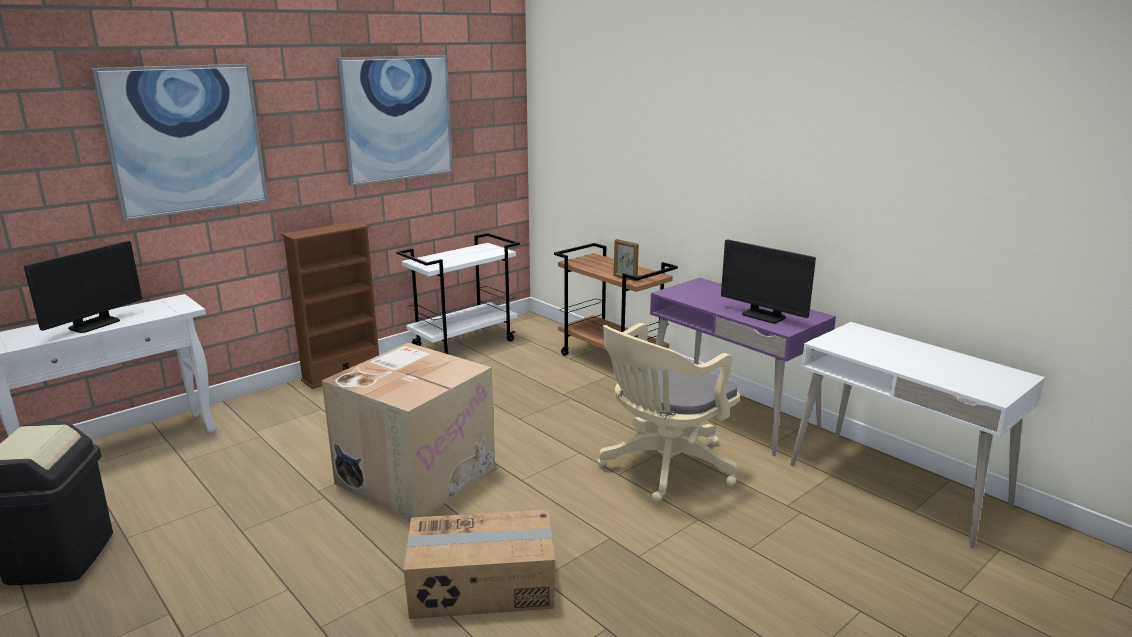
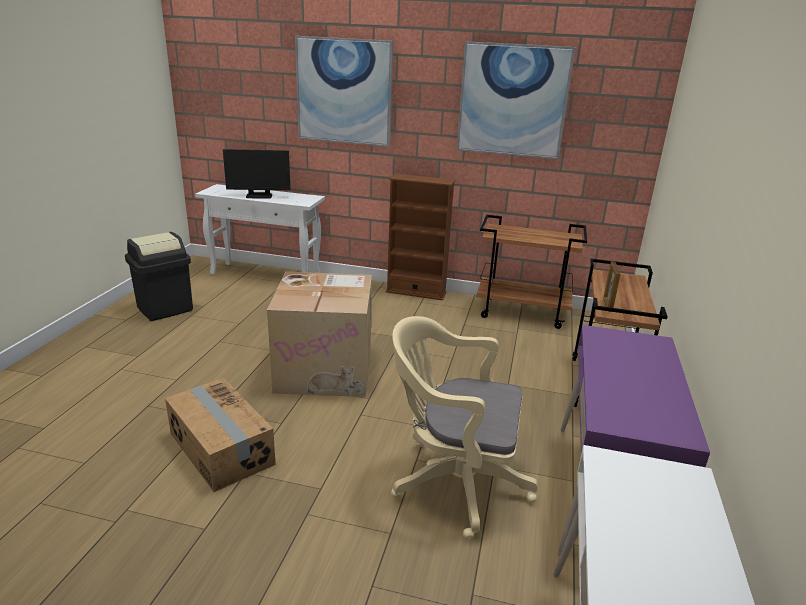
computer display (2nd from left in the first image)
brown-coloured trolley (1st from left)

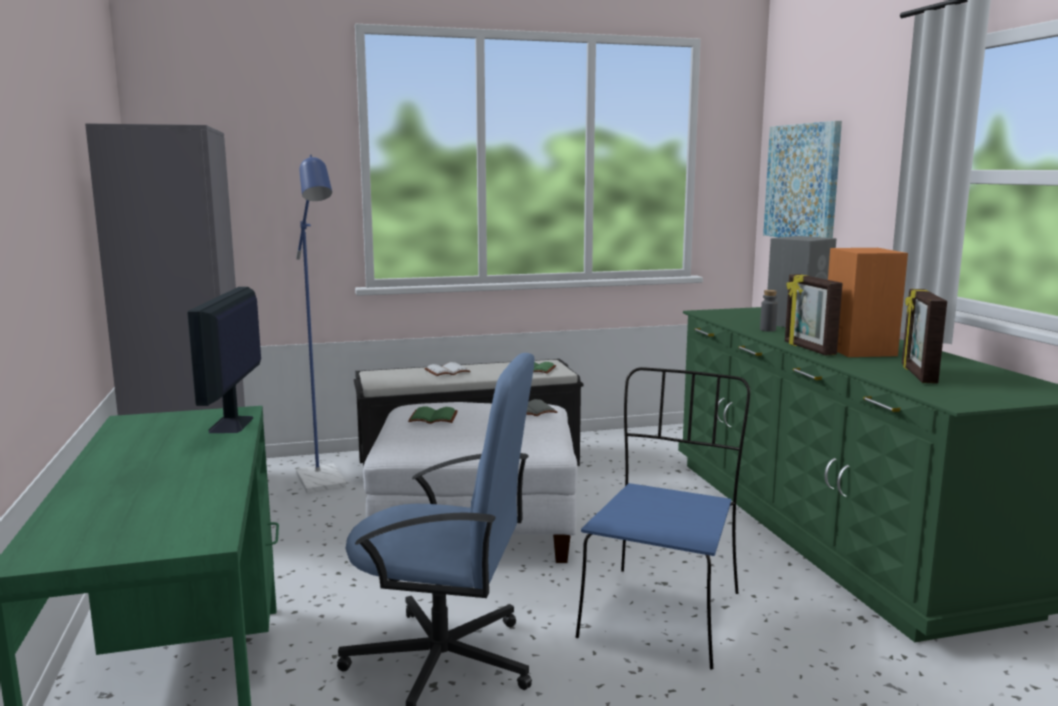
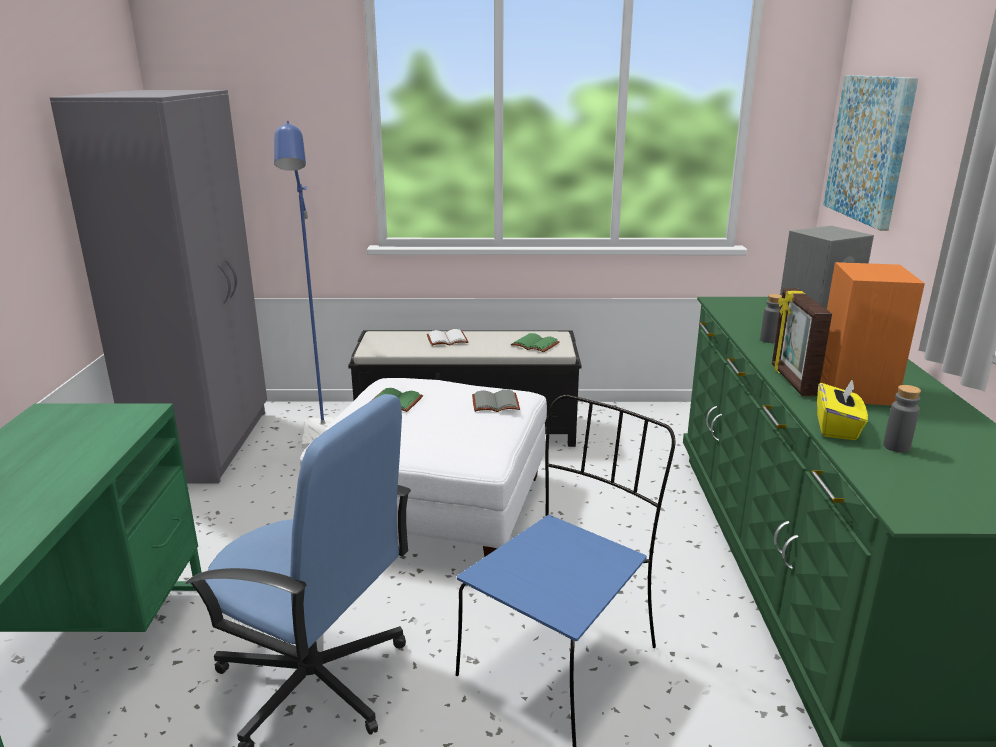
computer display
yellowish box of tissues
gray bottle (2nd from left)

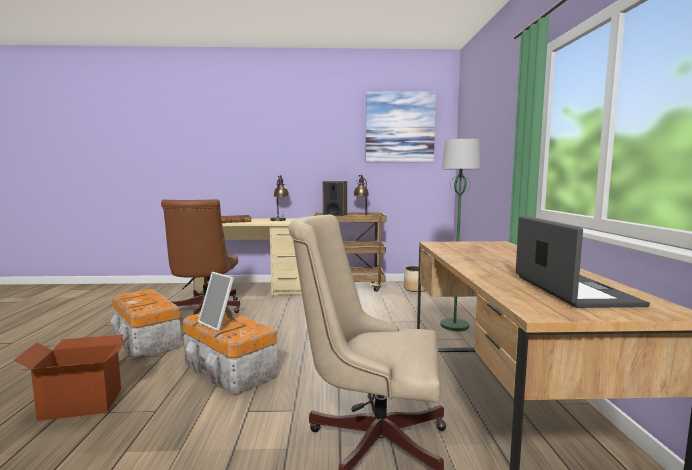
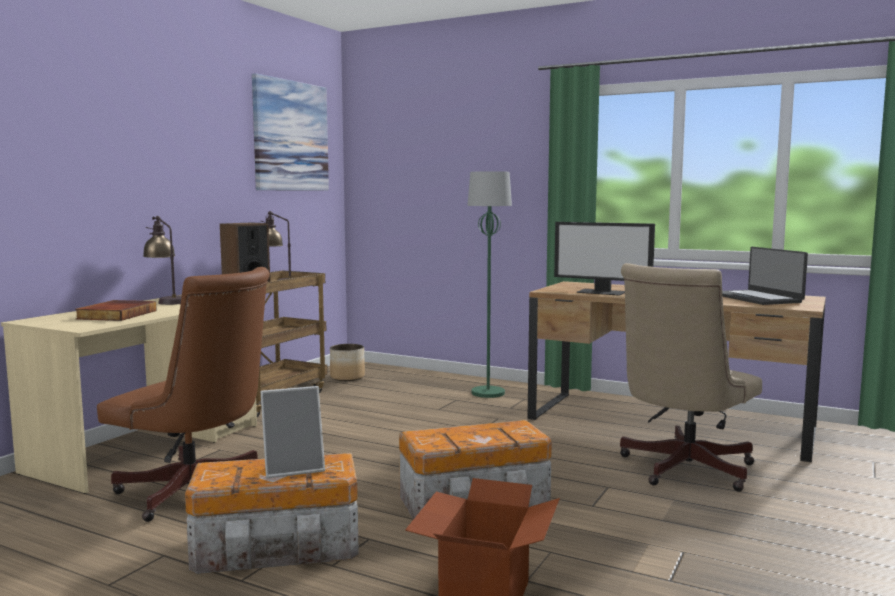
computer display
photo frame
laptop

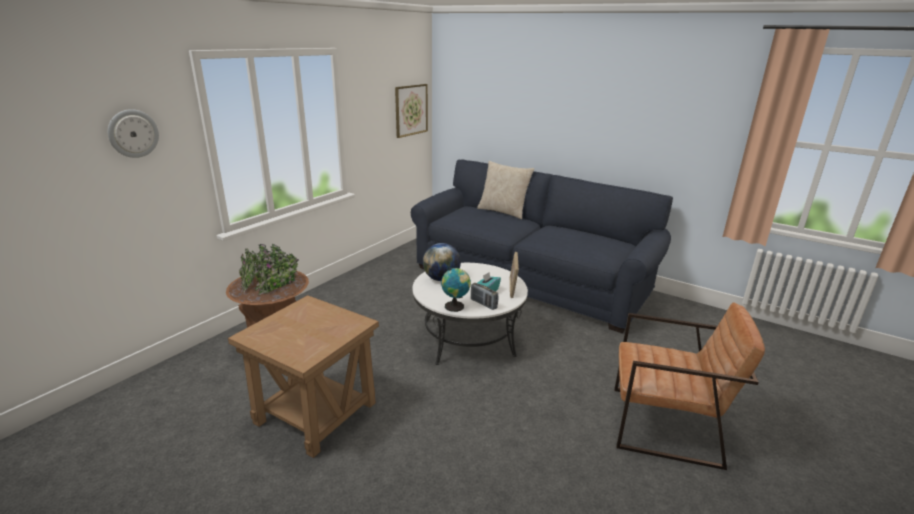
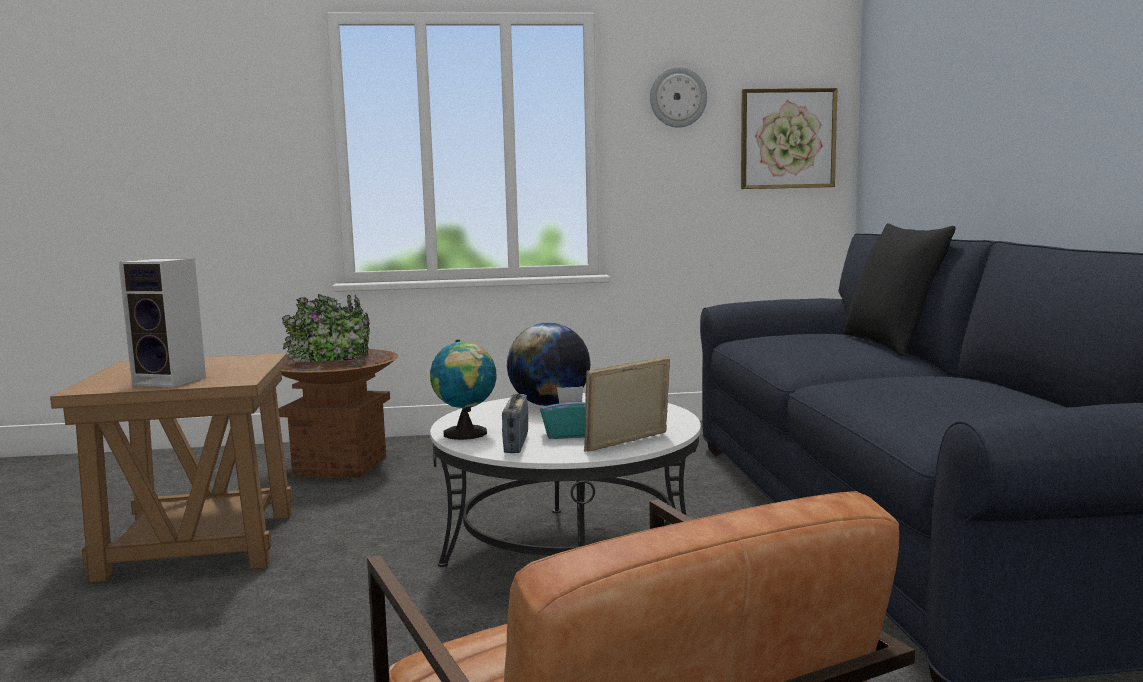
speaker
clock on the wall
black throw pillow

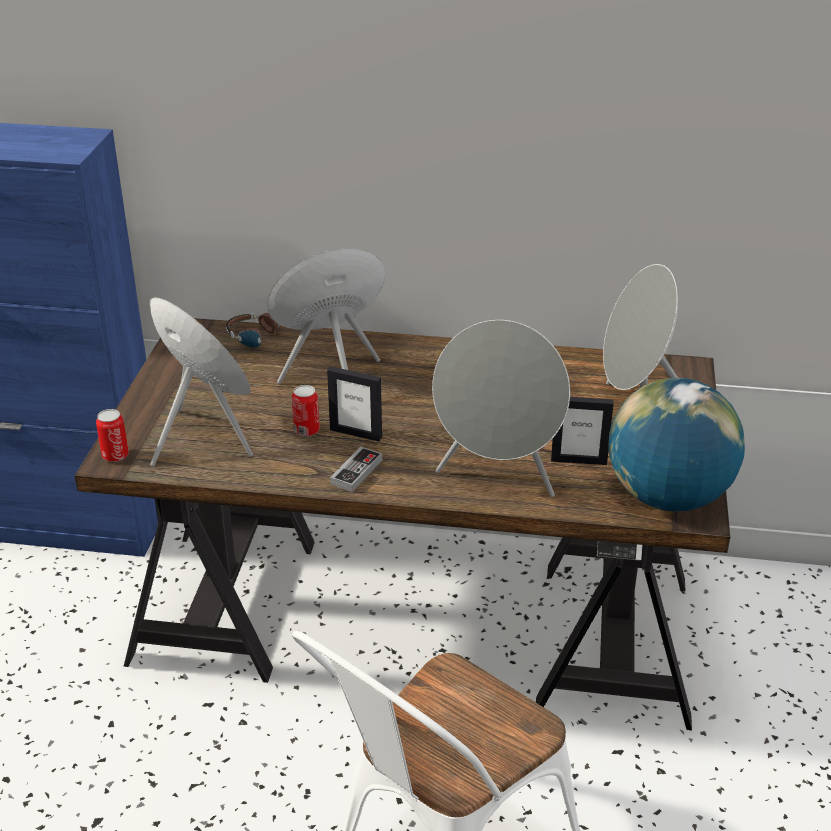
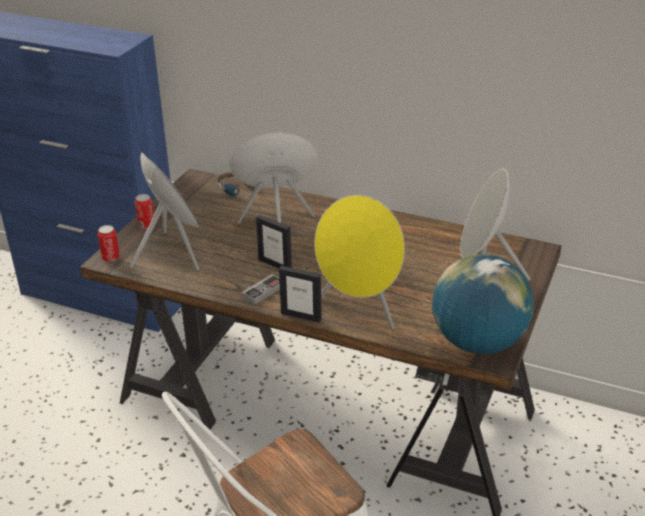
metal can (2nd from left)
photo frame (2nd from left)
yellowish speaker

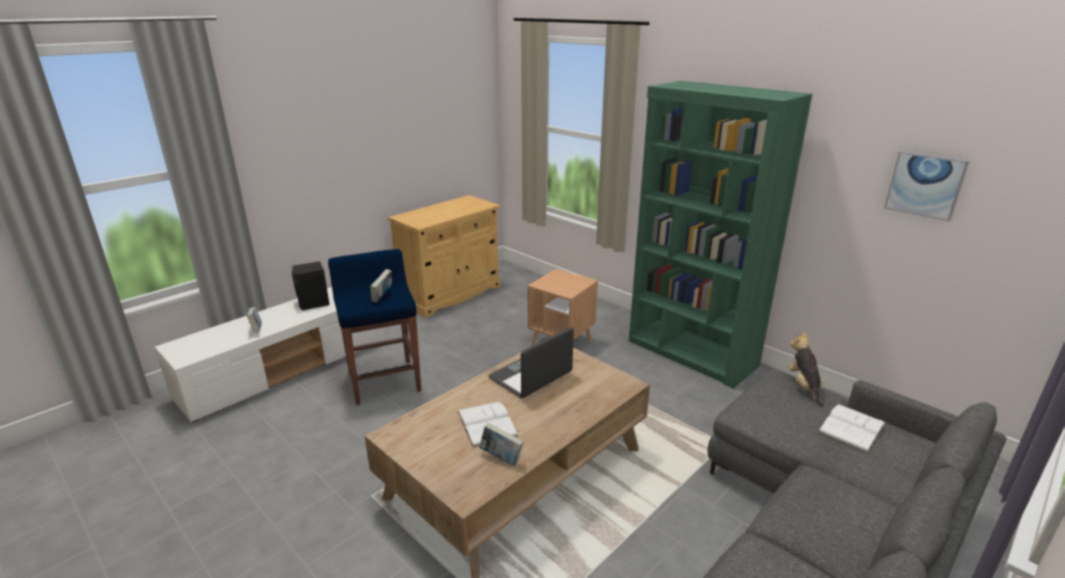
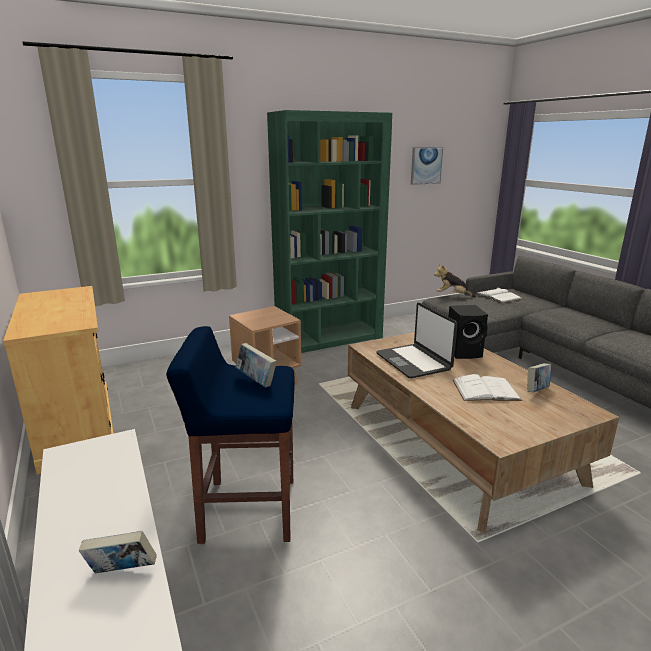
black speaker

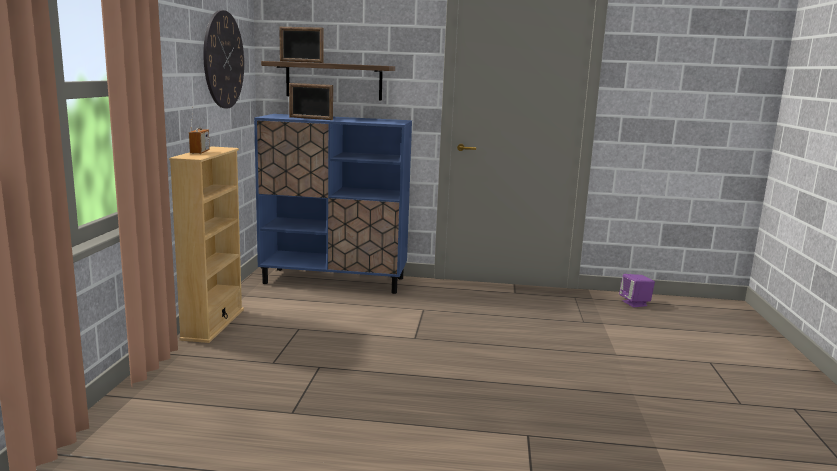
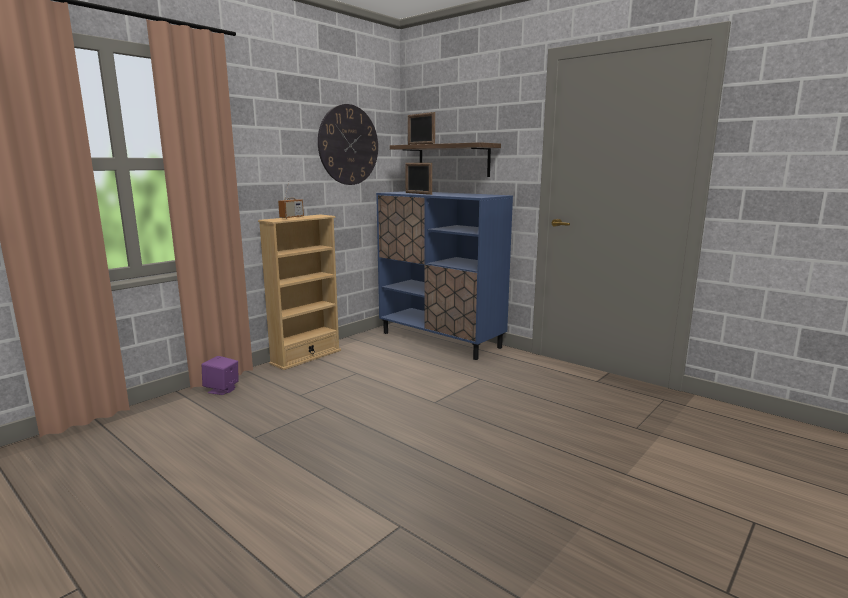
purple speaker

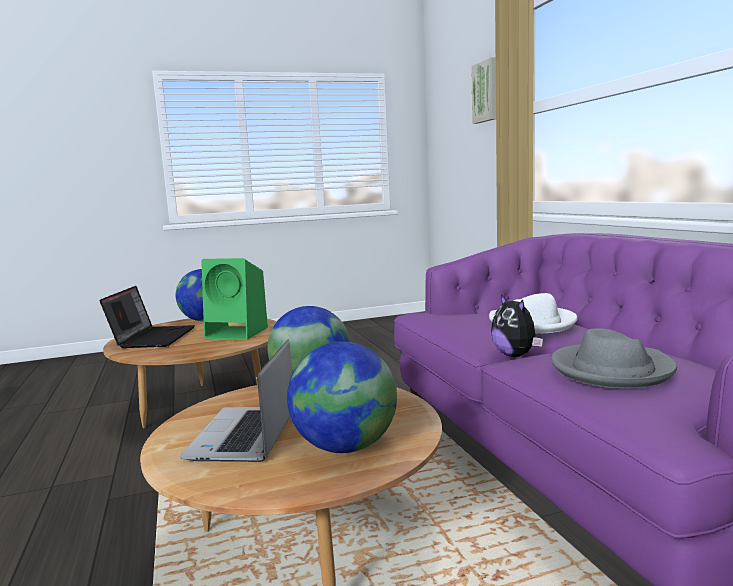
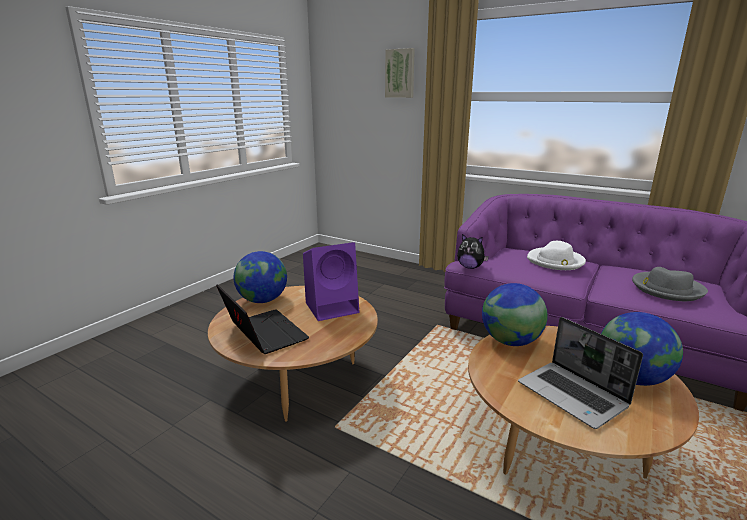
plush toy
purple speaker

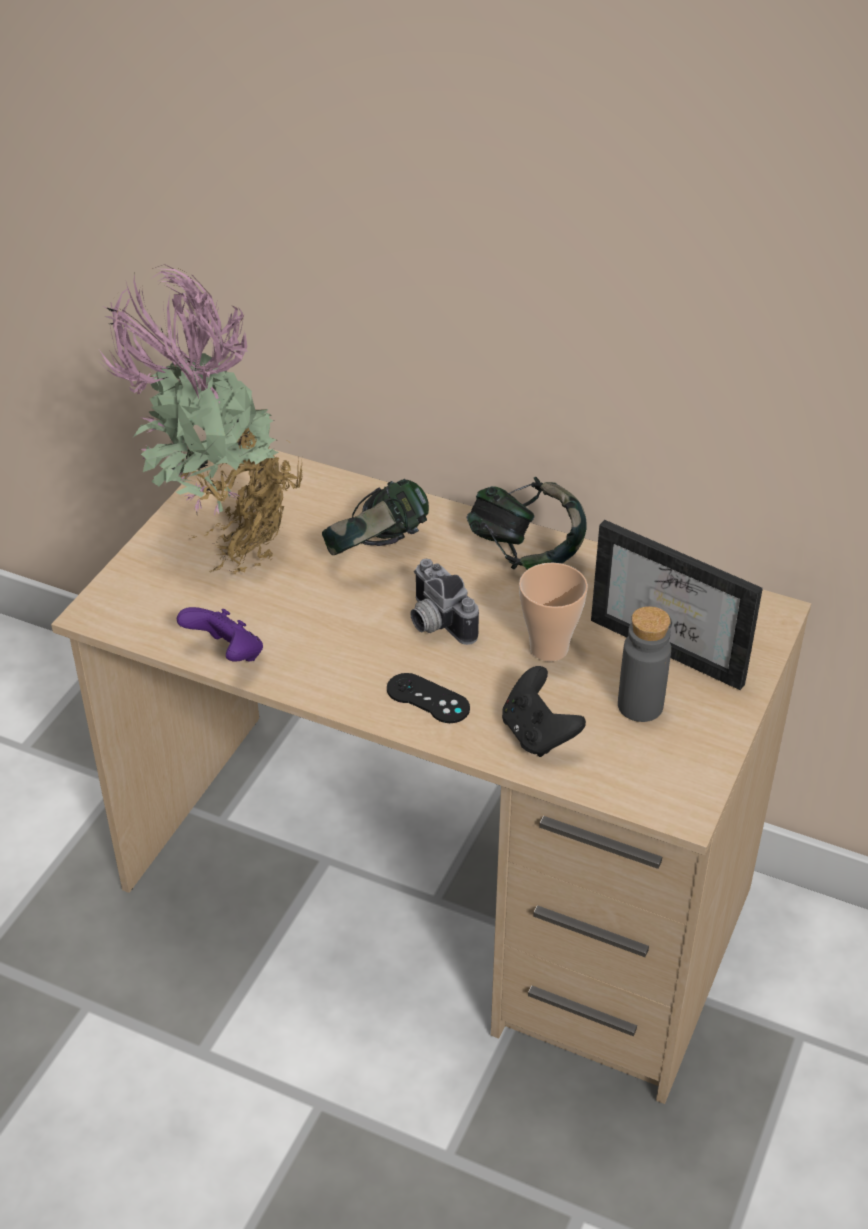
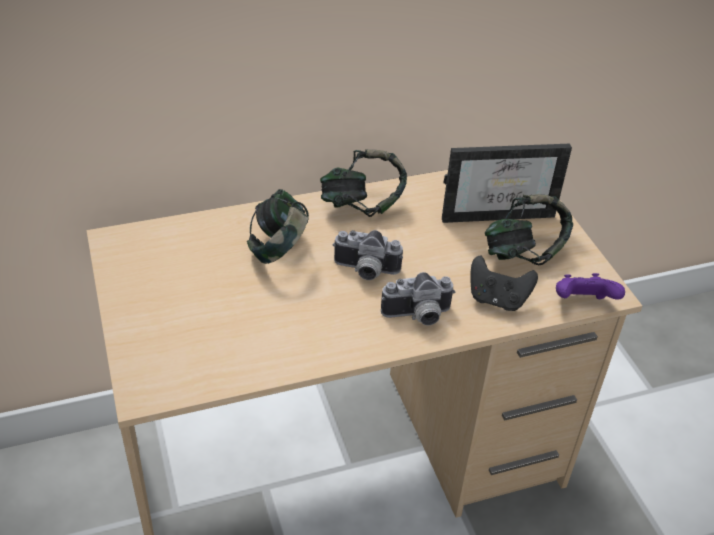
potted plant
cup
purple joypad
photo camera (2nd from left)
headset (3rd from left)

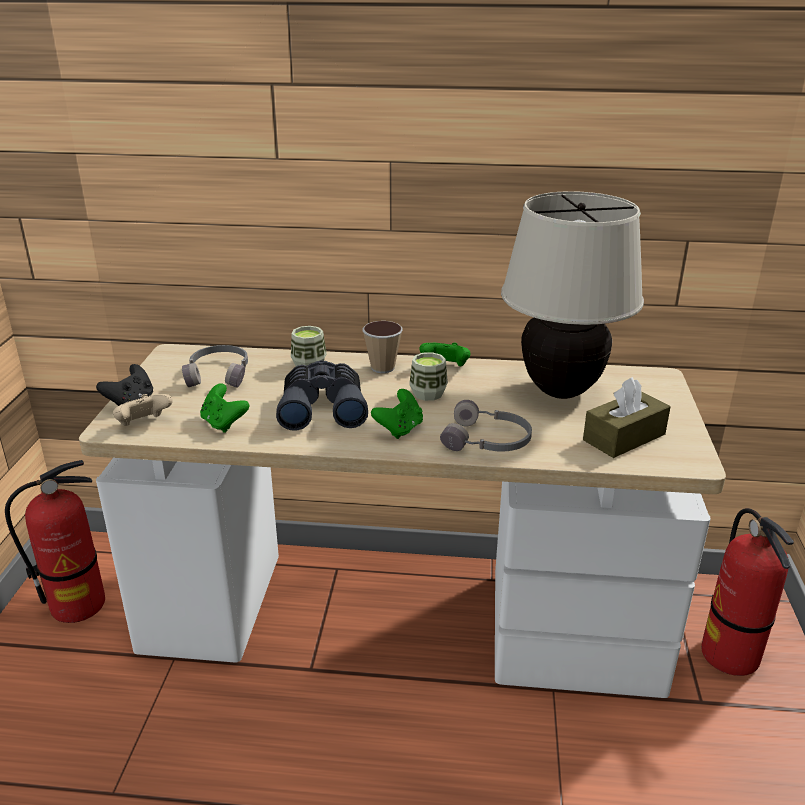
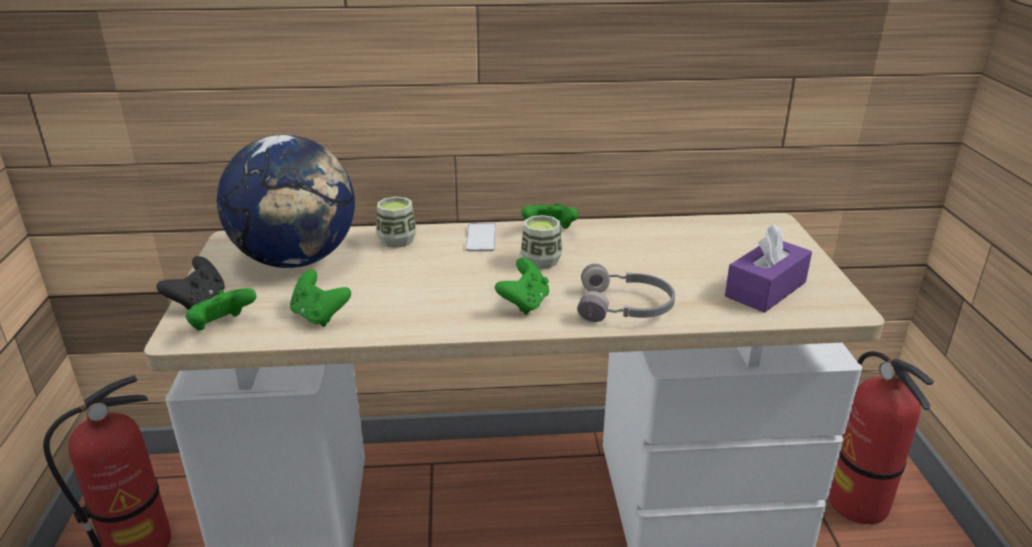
gray pair of binoculars
beige tabletop lamp
world globe
phone
green joypad (1st from left)
purple box of tissues

